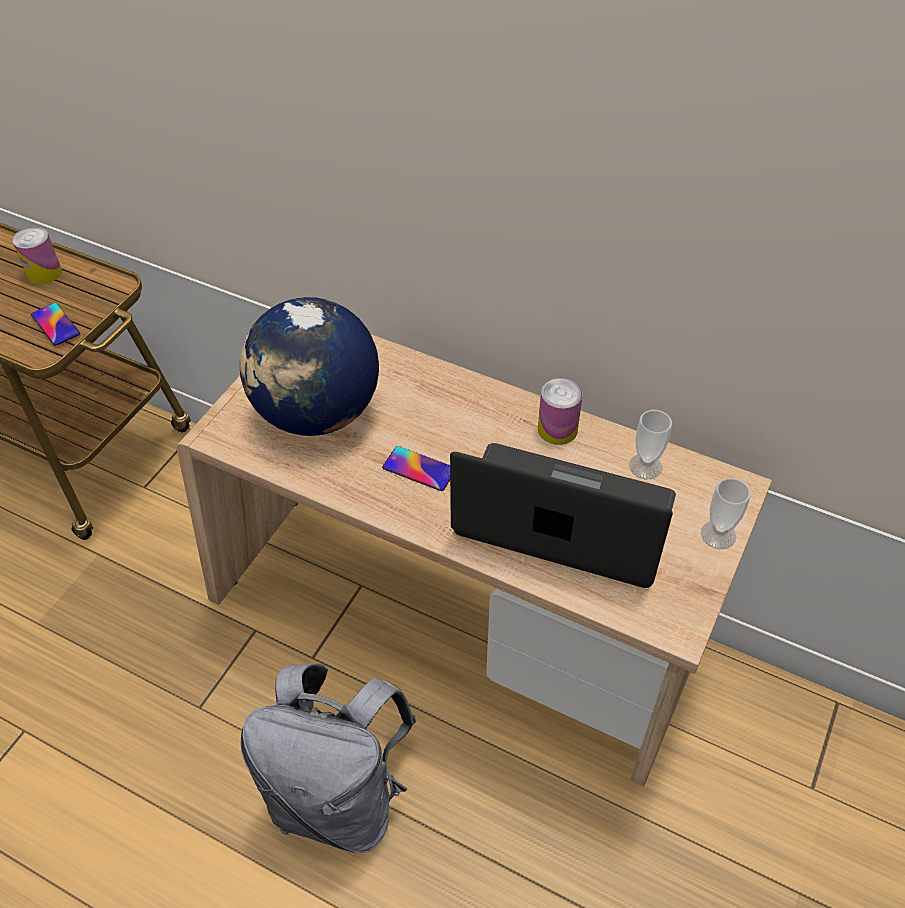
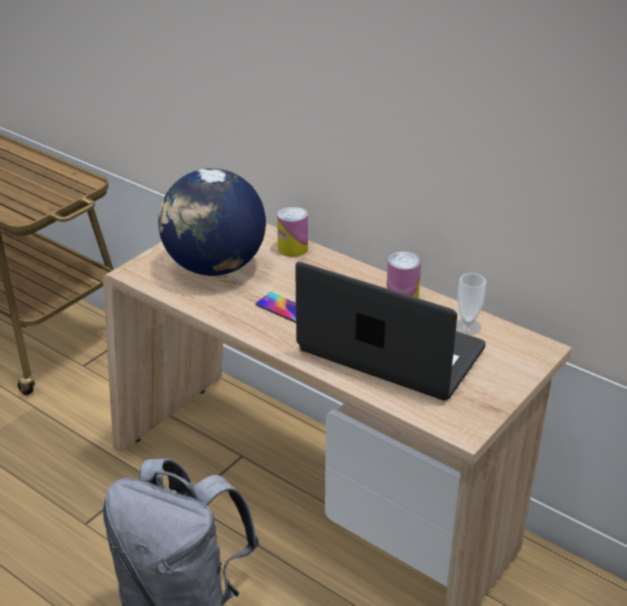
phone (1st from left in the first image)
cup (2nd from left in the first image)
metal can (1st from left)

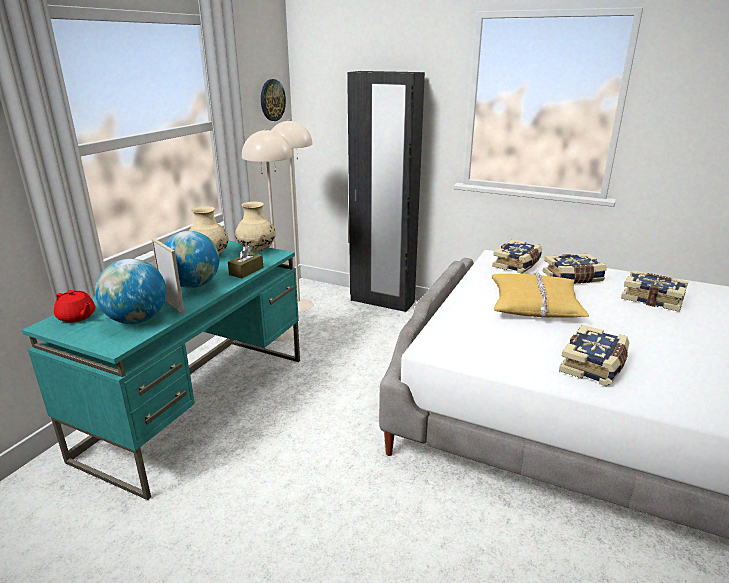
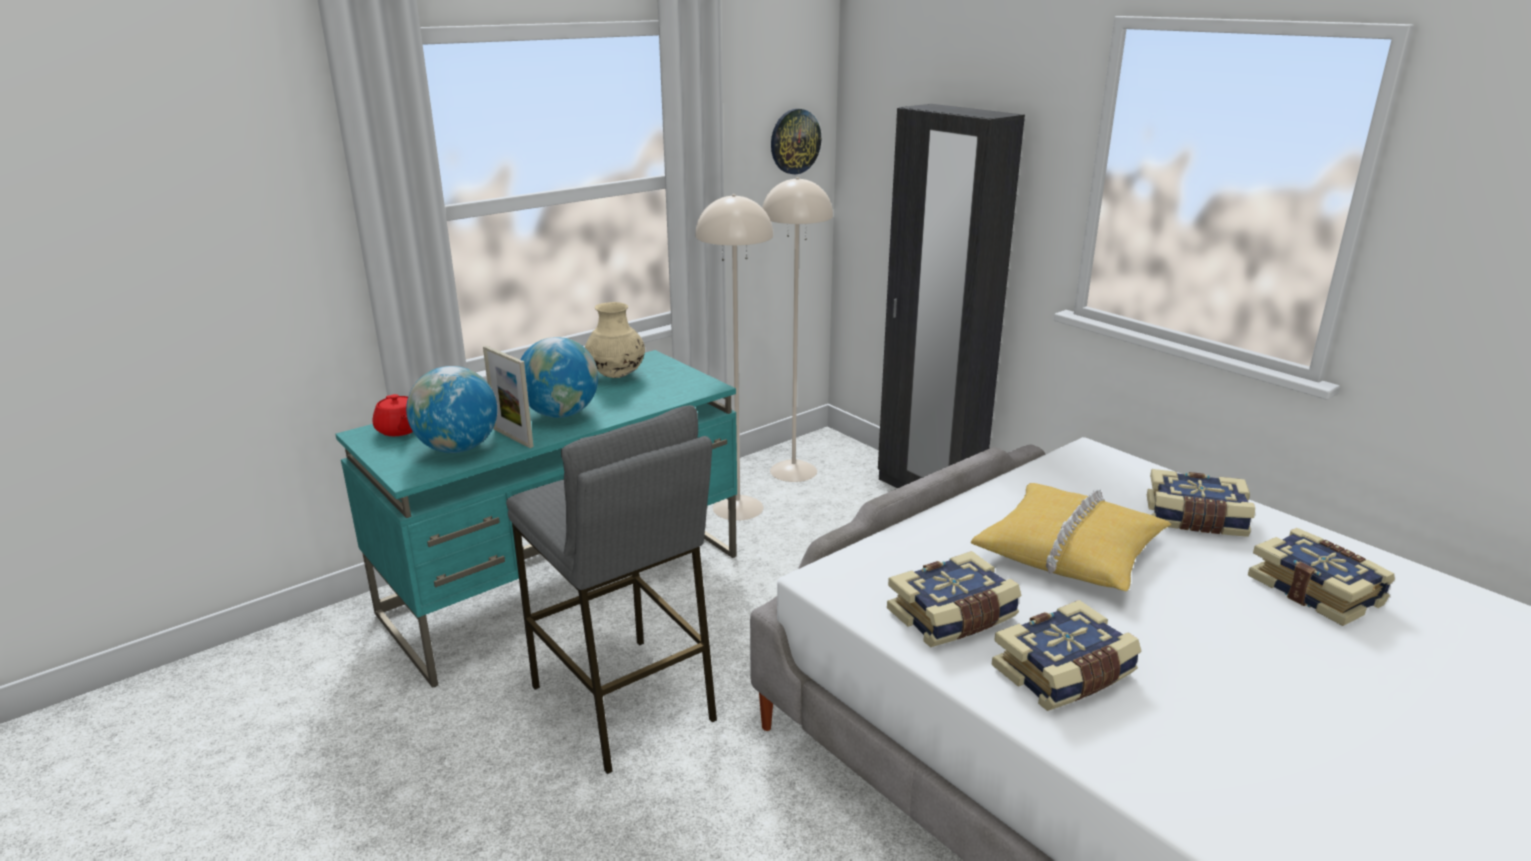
brown-coloured box of tissues
beige decorative vase (2nd from left in the first image)
gray stool
book (1st from left)
photo frame

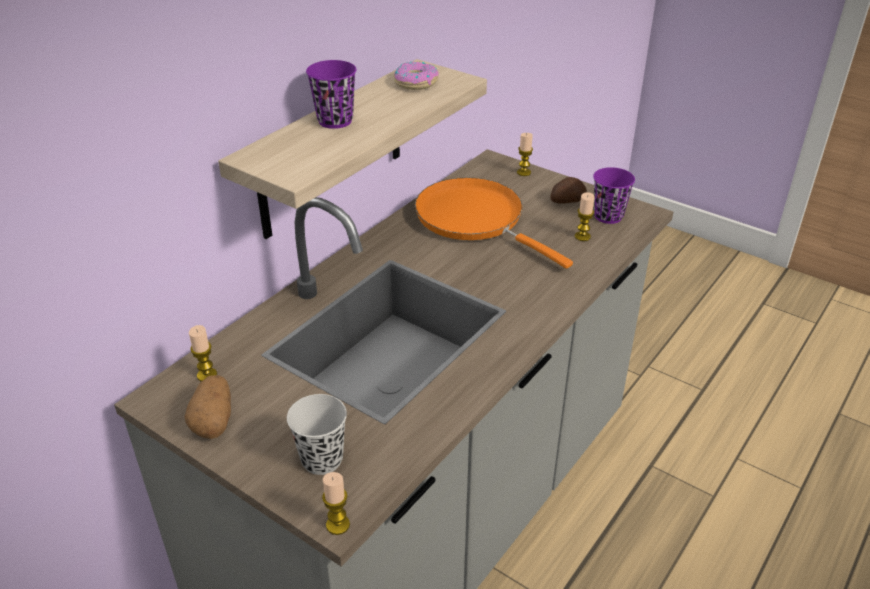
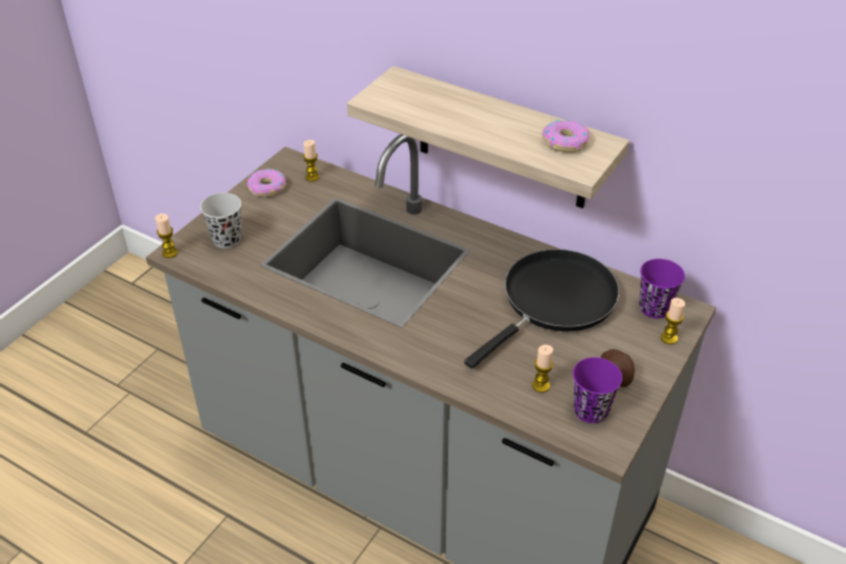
purple cup (2nd from left)
donut (1st from left)
black skillet

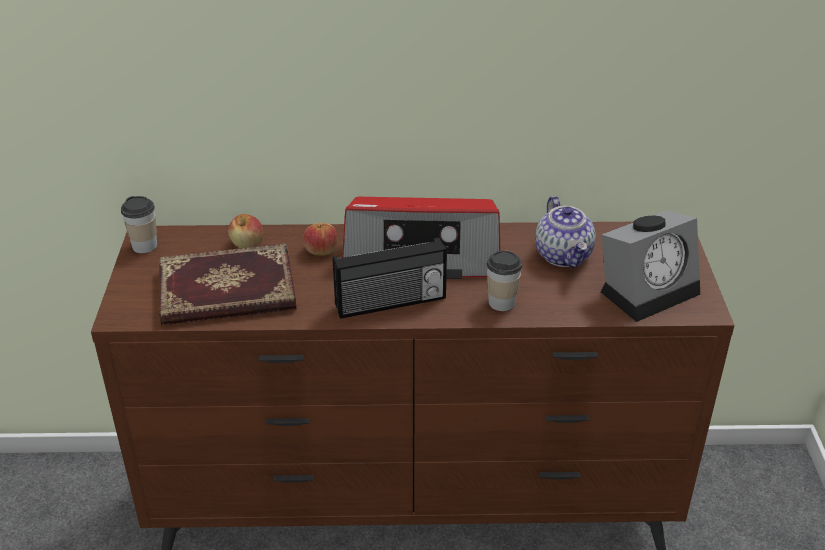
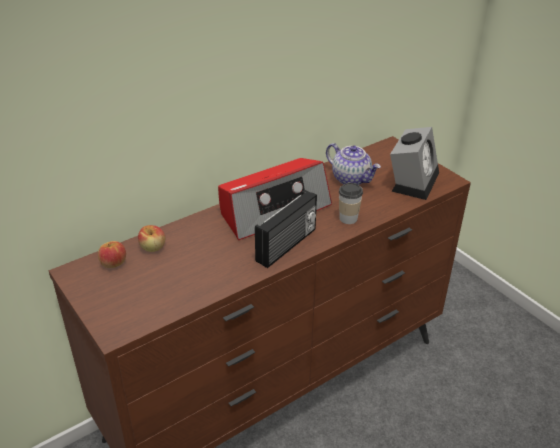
cup (1st from left in the first image)
book
apple fruit (1st from left)

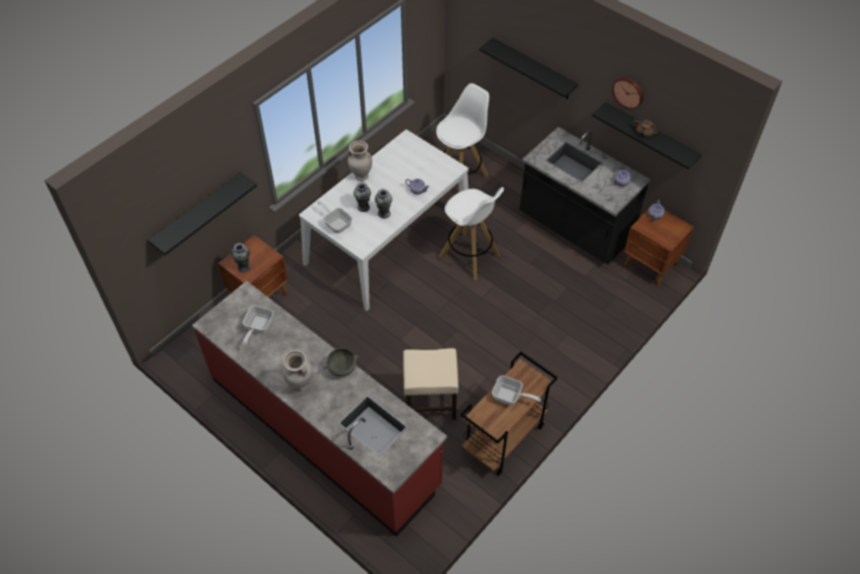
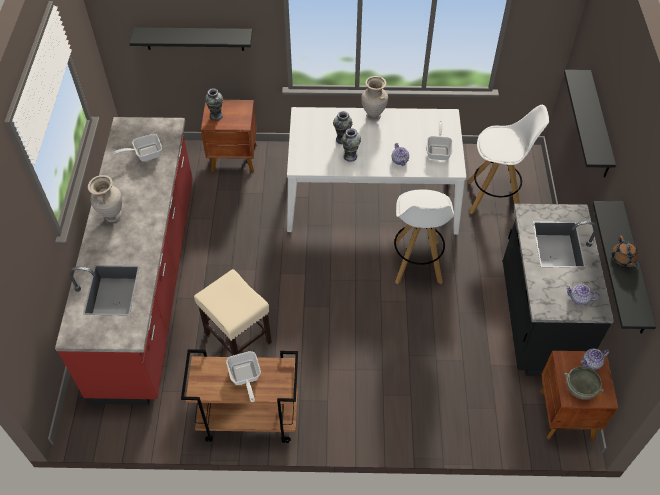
clock on the wall
skillet (3rd from left)
gray serving bowl

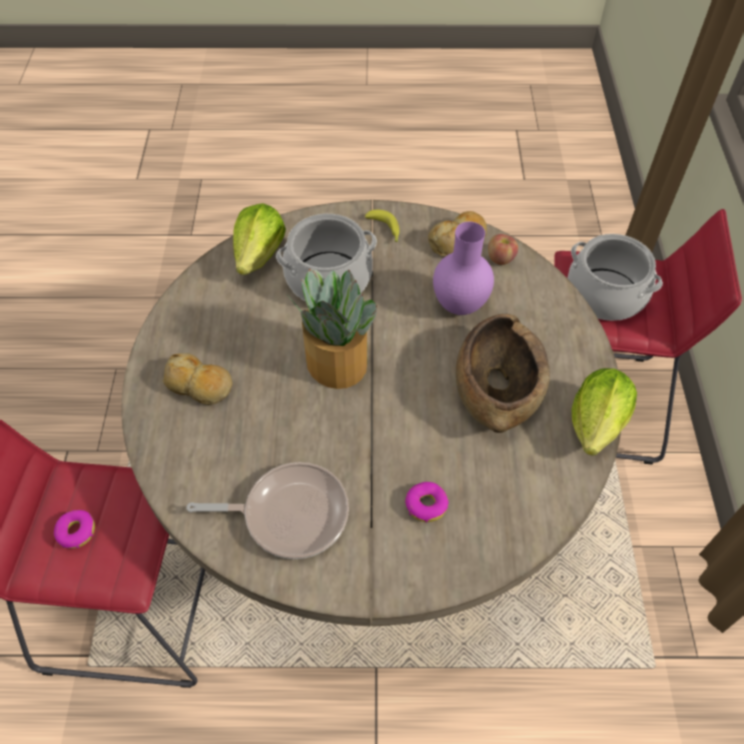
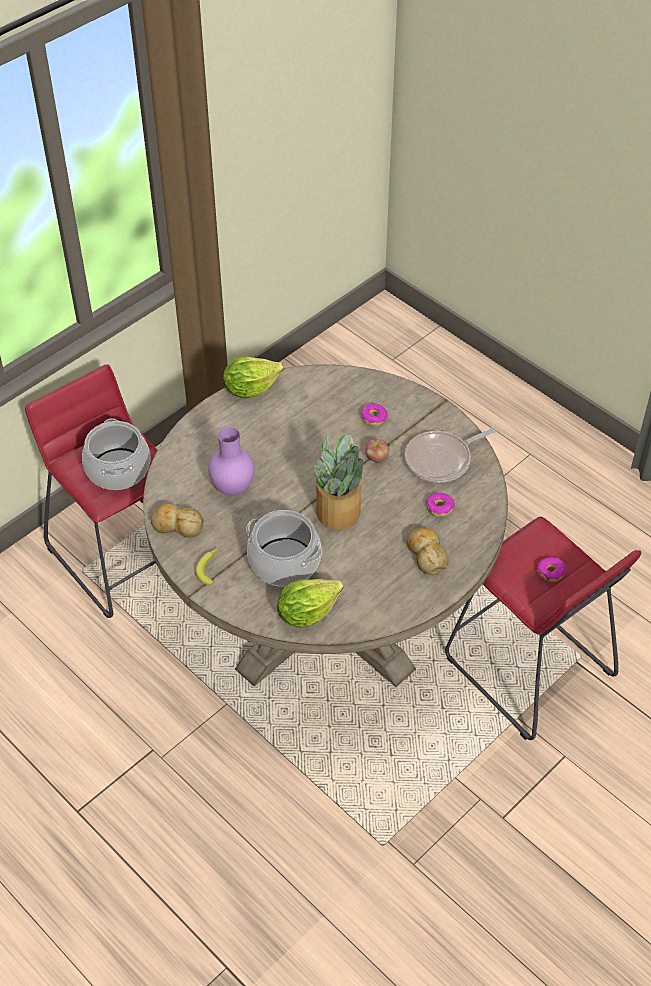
brown-coloured serving bowl
donut (2nd from left)
apple fruit
skillet

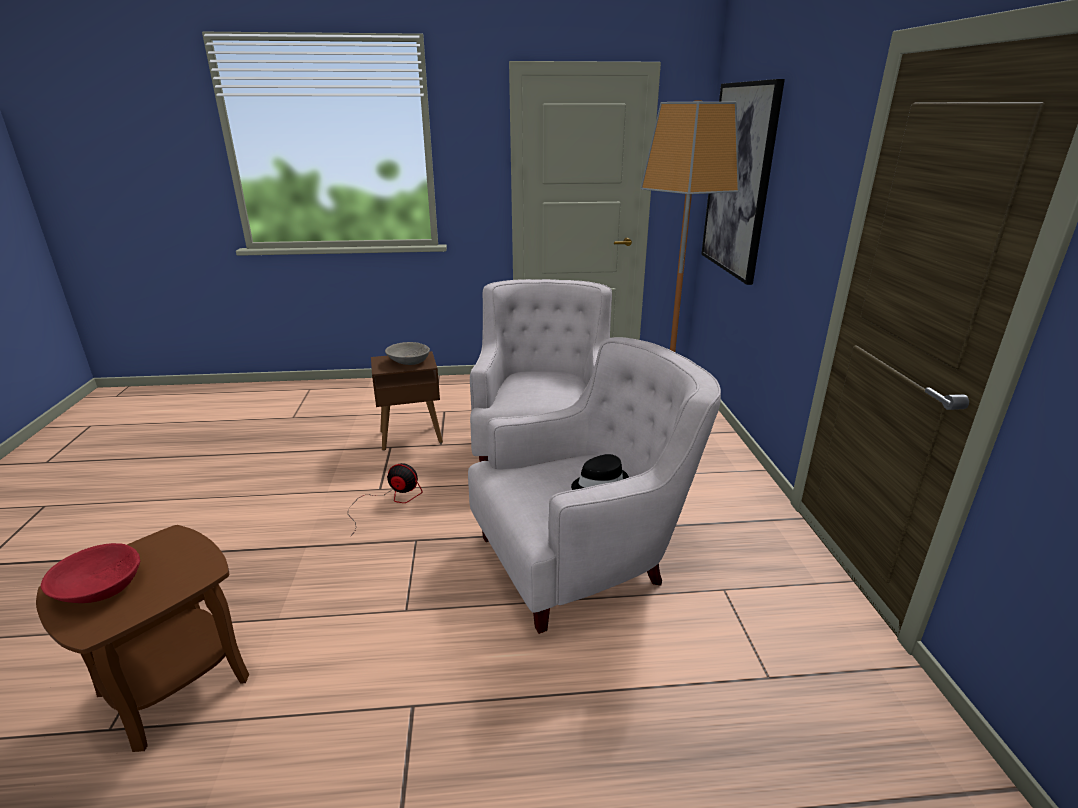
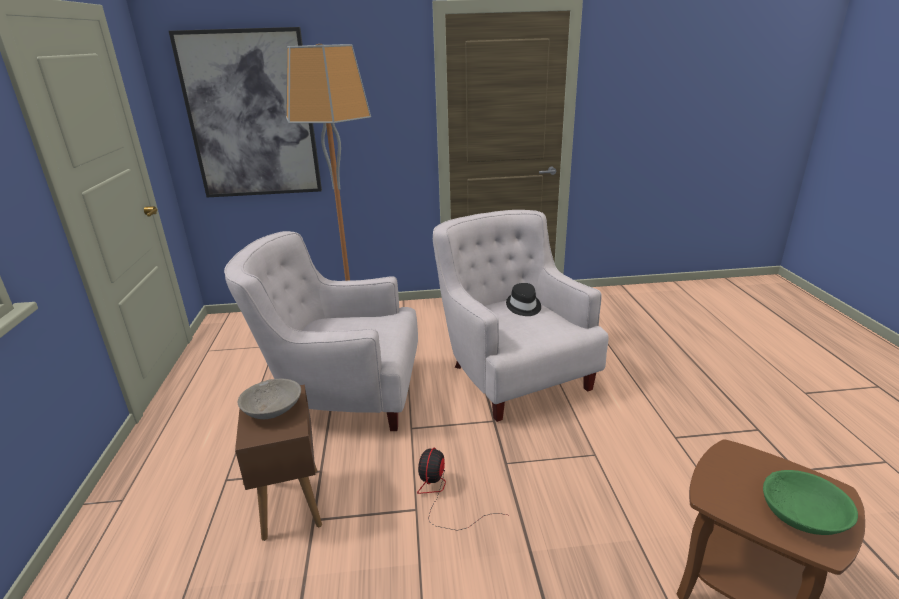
green serving bowl

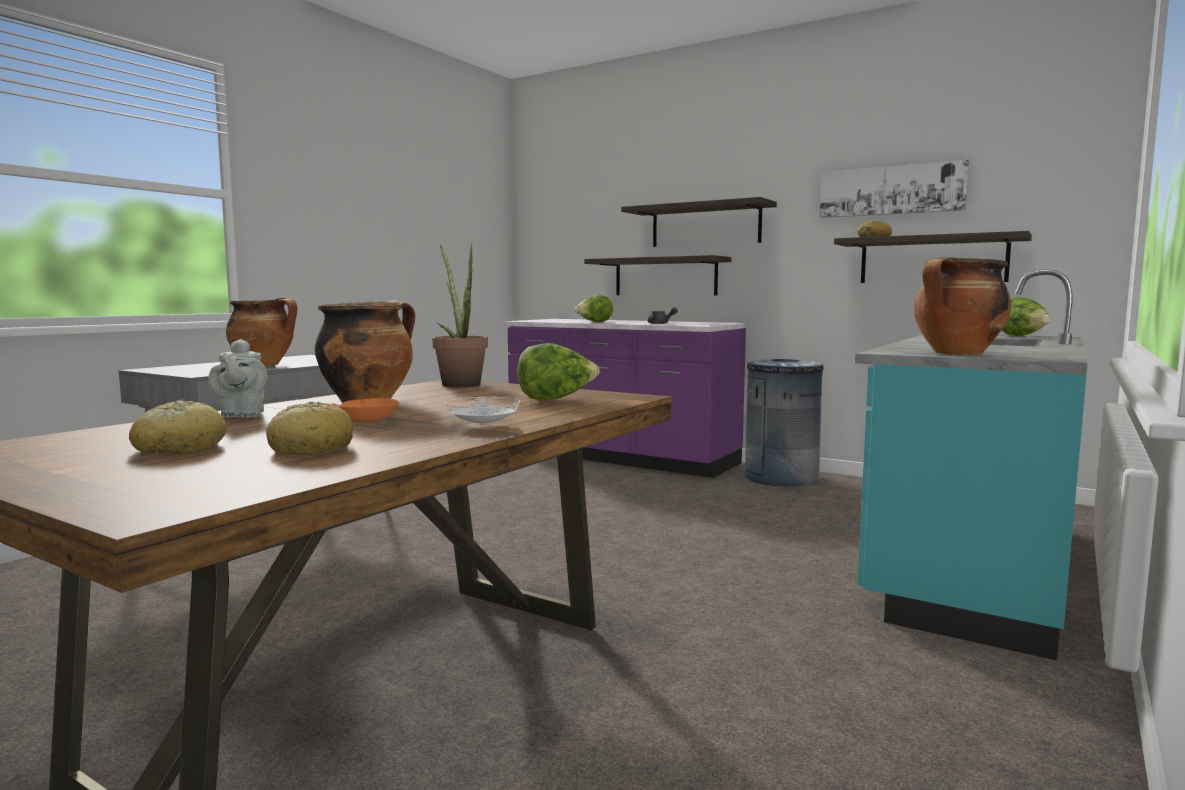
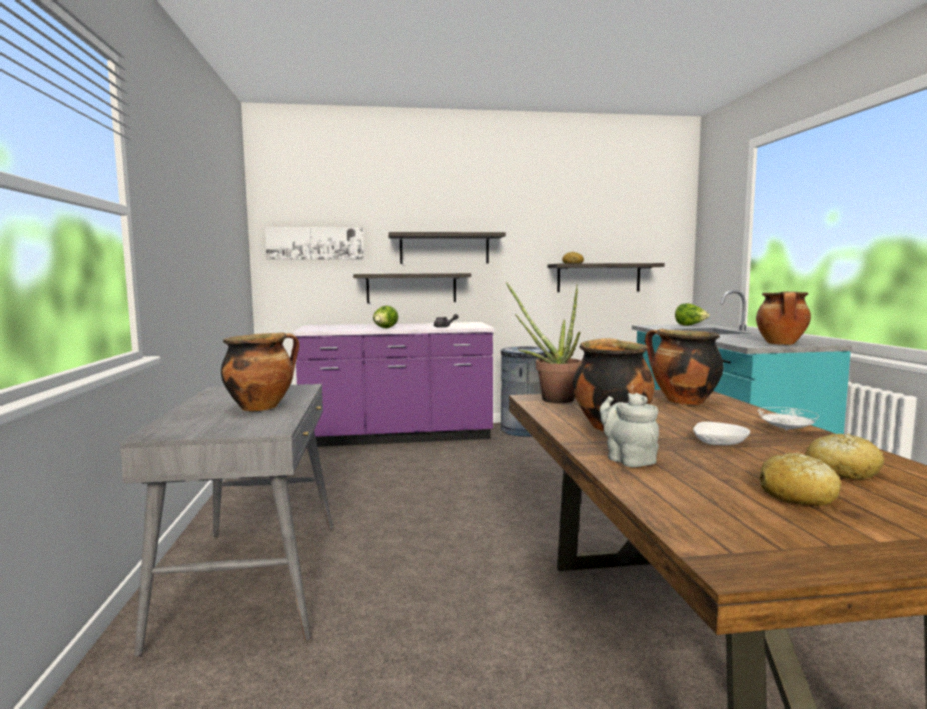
wall art
cooking pot (3rd from left)
whitish serving bowl
gray teapot (2nd from left)

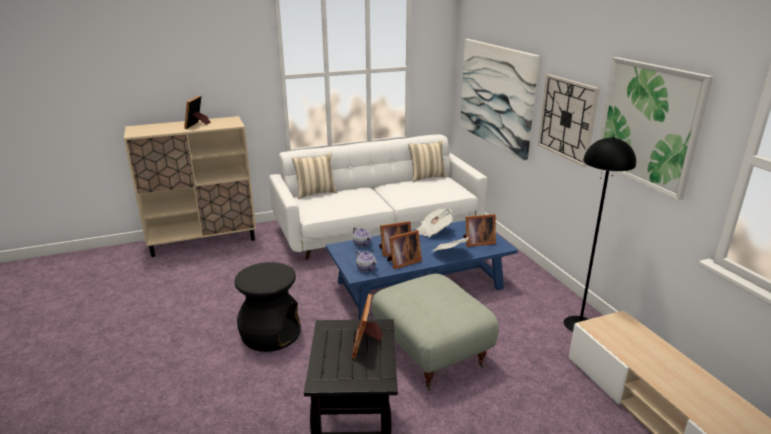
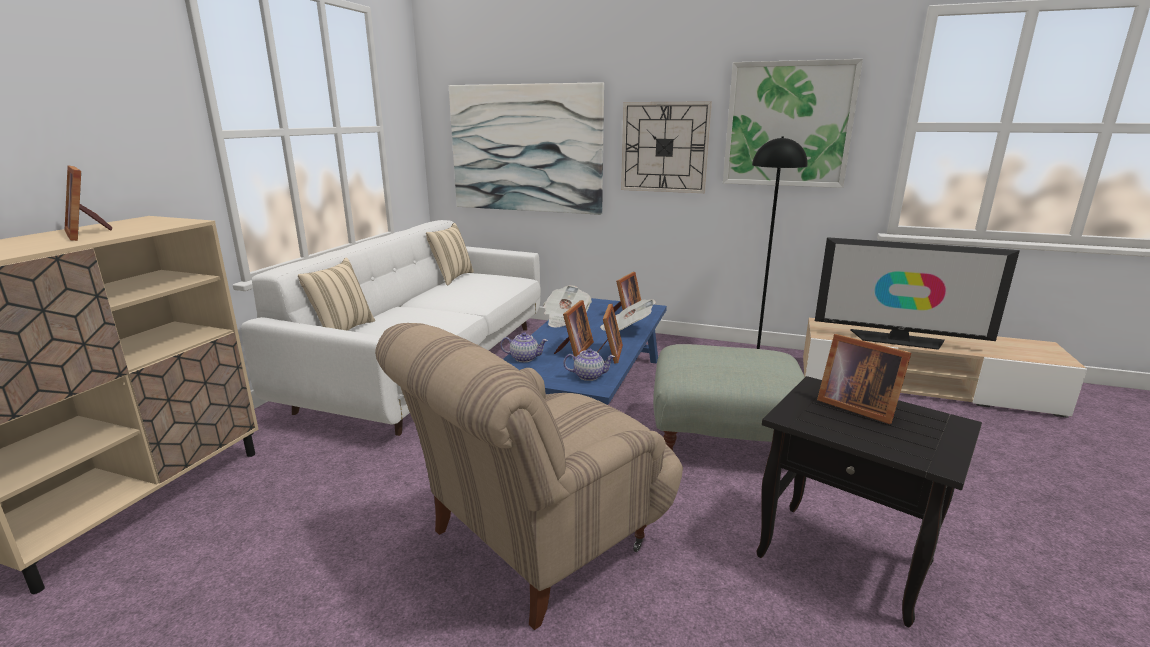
TV
beige armchair

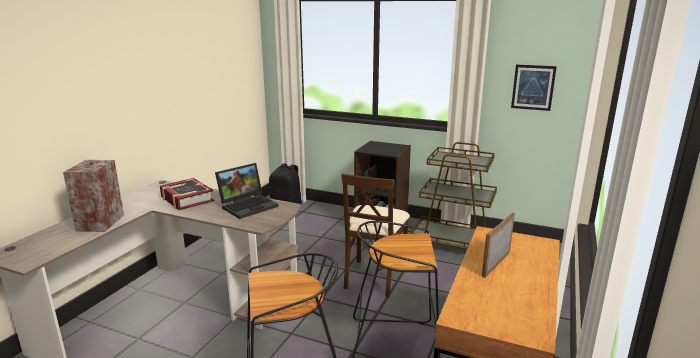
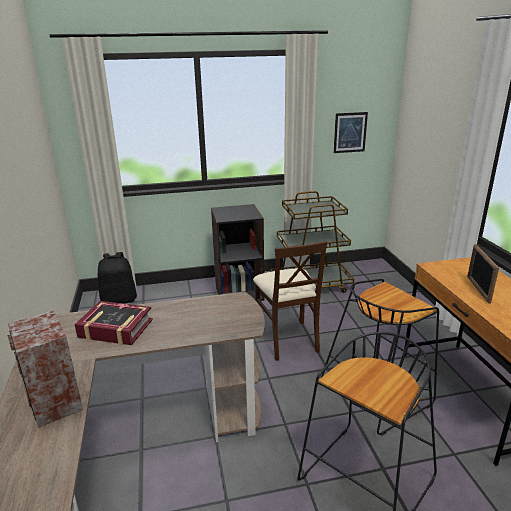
laptop

